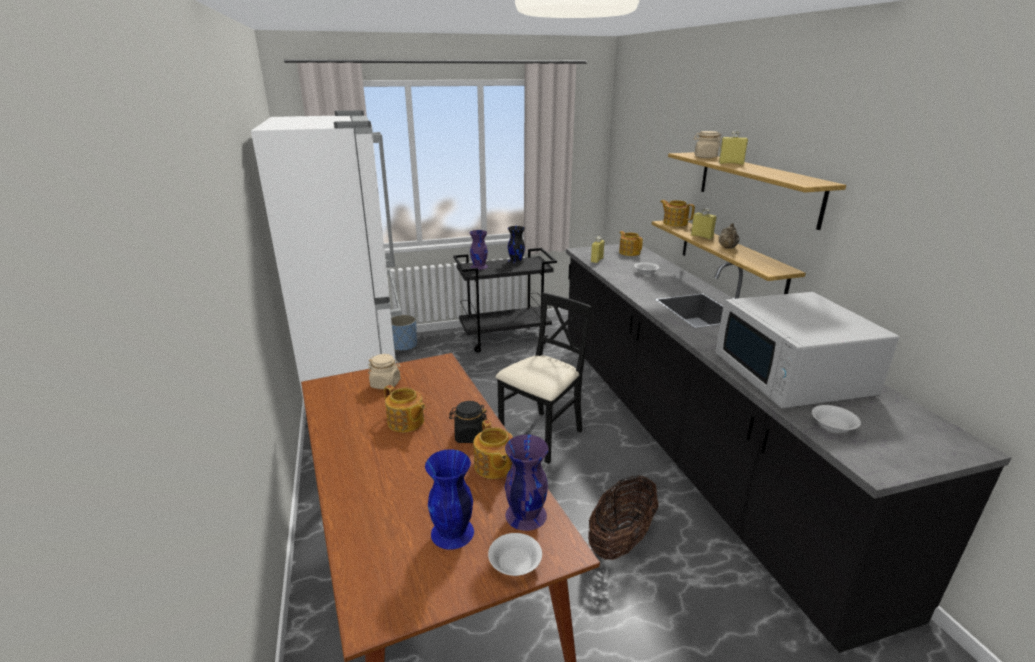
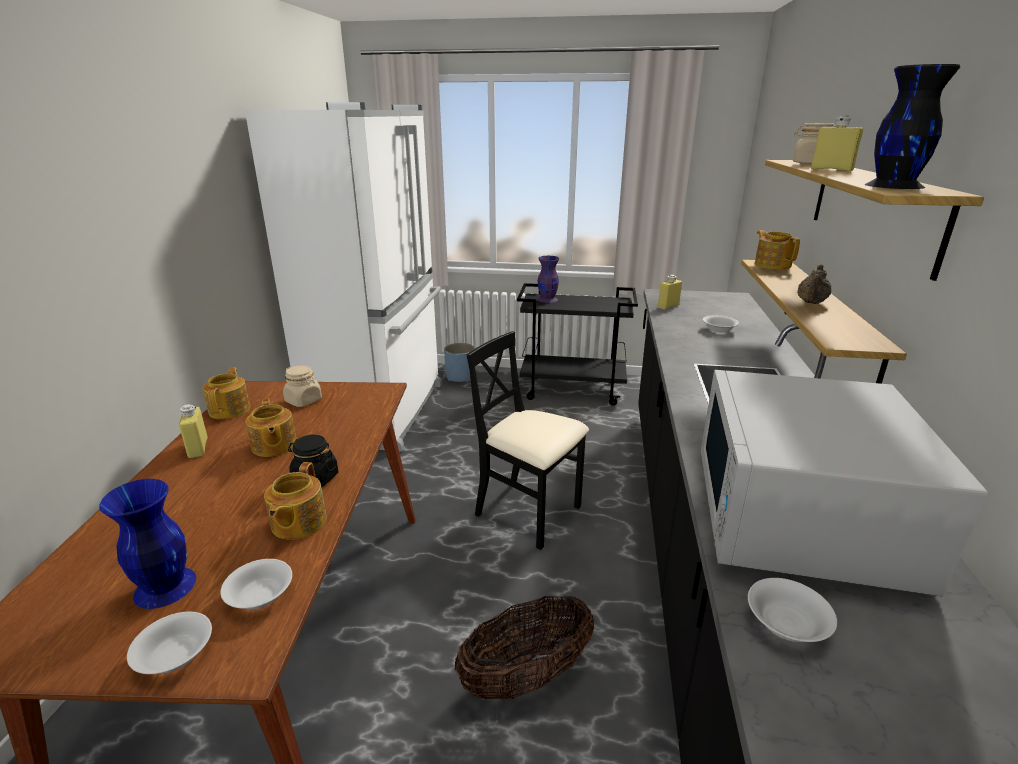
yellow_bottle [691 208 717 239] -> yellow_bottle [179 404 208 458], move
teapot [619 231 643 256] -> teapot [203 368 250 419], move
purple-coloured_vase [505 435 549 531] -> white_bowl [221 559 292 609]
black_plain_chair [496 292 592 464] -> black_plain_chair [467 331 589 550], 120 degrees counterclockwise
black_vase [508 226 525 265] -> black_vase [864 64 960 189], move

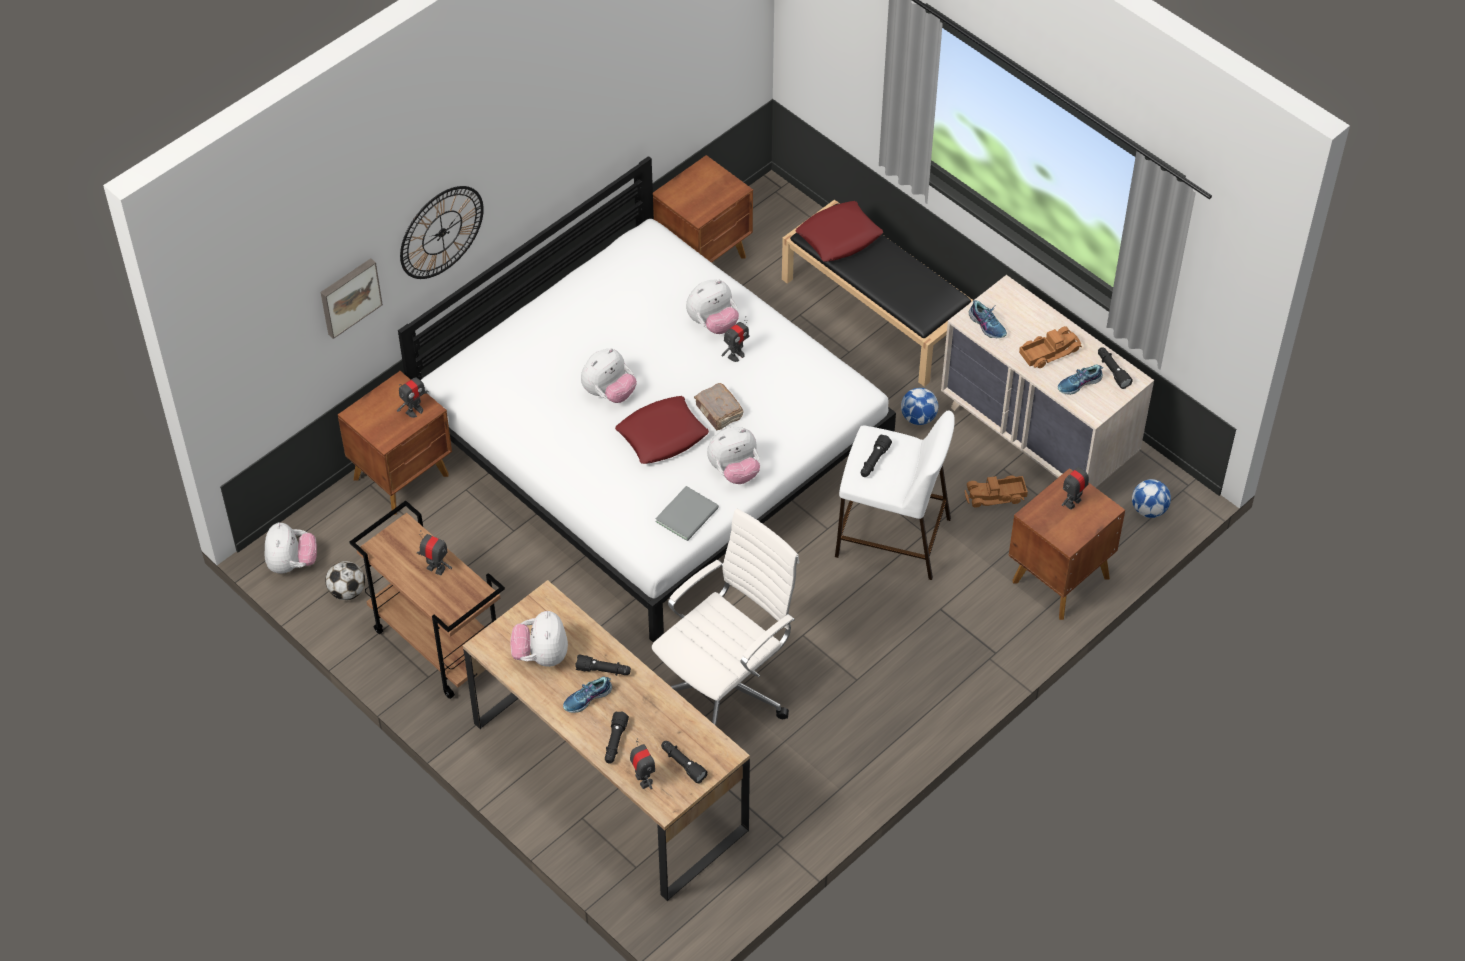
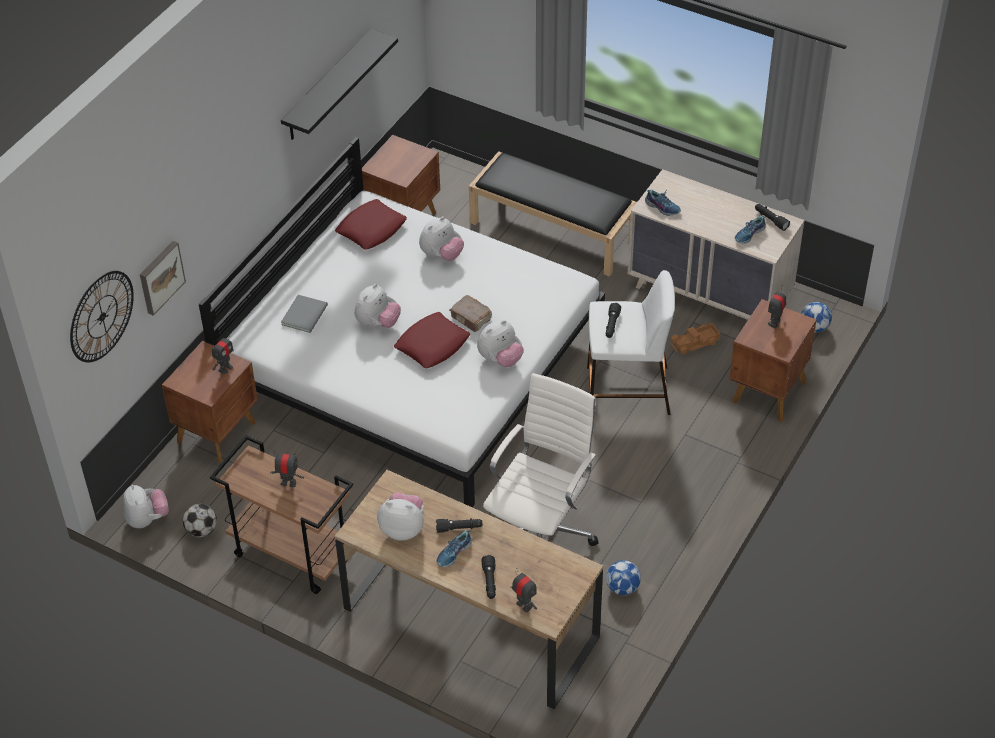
clock_on_the_wall [400 186 484 279] -> clock_on_the_wall [70 271 134 363], move
none -> black_bracket_shelf [281 29 398 140]
gray_bound_book [655 486 719 541] -> gray_bound_book [281 295 328 333], move
red-coloured_throw_pillow [796 201 883 262] -> red-coloured_throw_pillow [335 199 407 250], move
plush_toy [510 611 568 667] -> plush_toy [377 492 424 541], 120 degrees clockwise
football [901 388 938 425] -> football [606 560 641 595], move
black_flashlight [661 741 707 783] -> none
model_robot [721 316 750 362] -> none
toy_truck [1019 326 1082 368] -> none

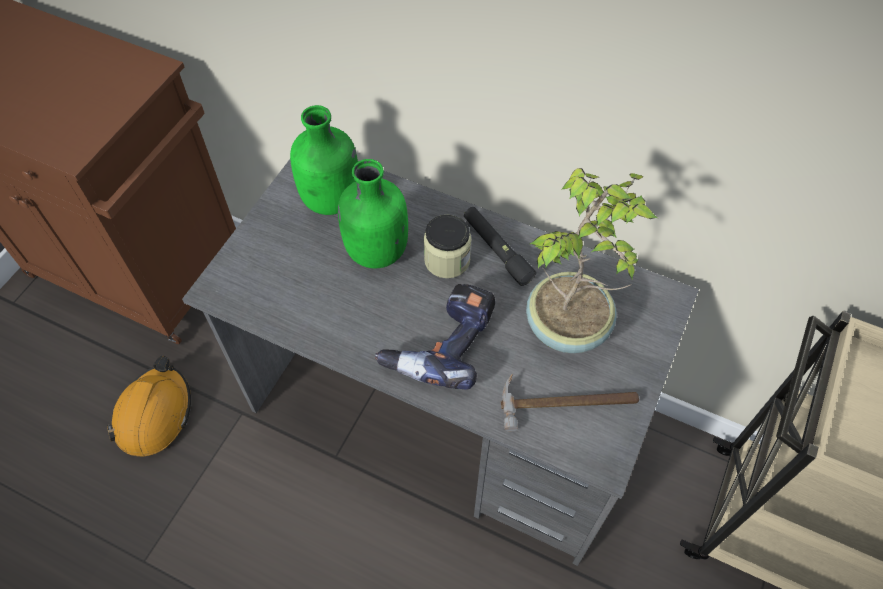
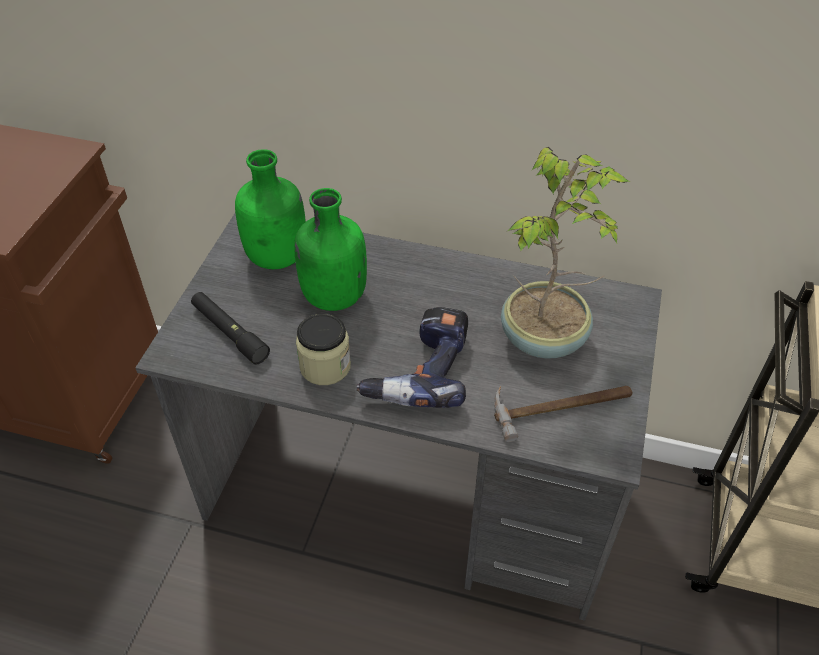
black_flashlight [464 207 536 286] -> black_flashlight [191 292 270 364], move
preserve_jar [424 215 471 278] -> preserve_jar [296 314 351 385], move
orangey_work_helmet [107 356 191 457] -> none

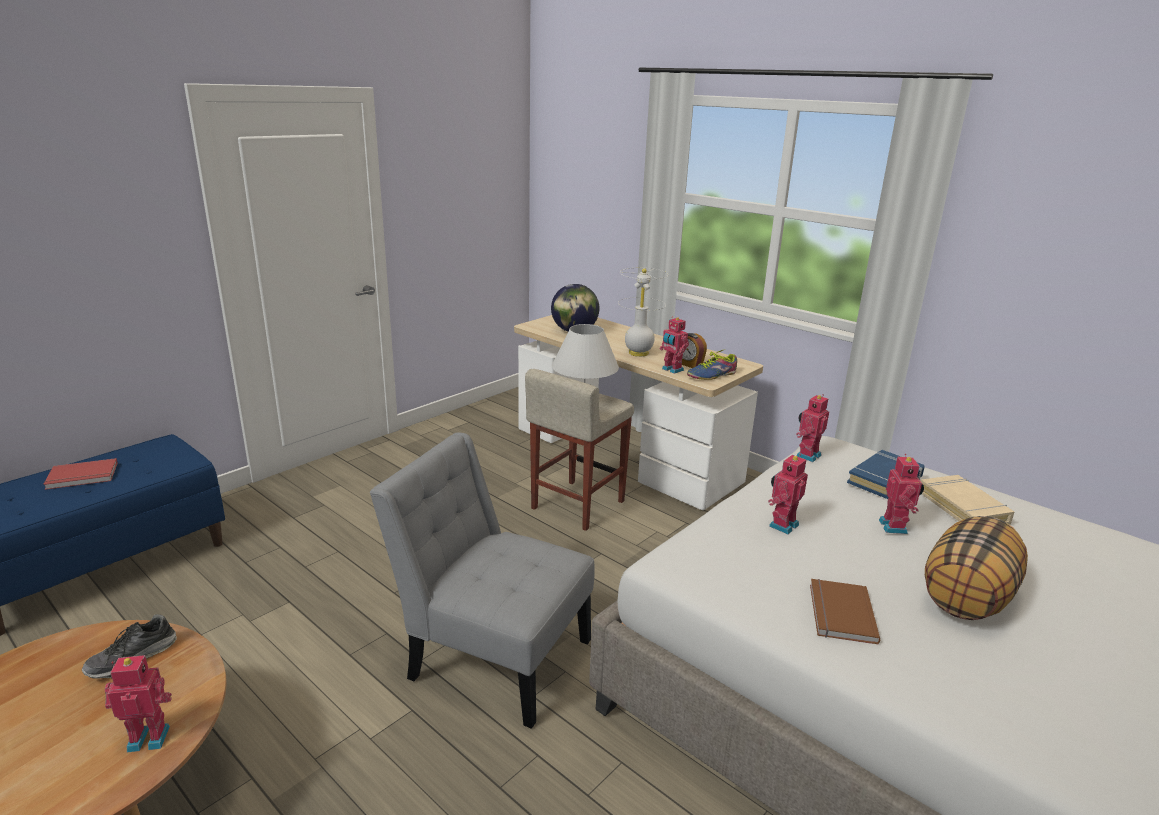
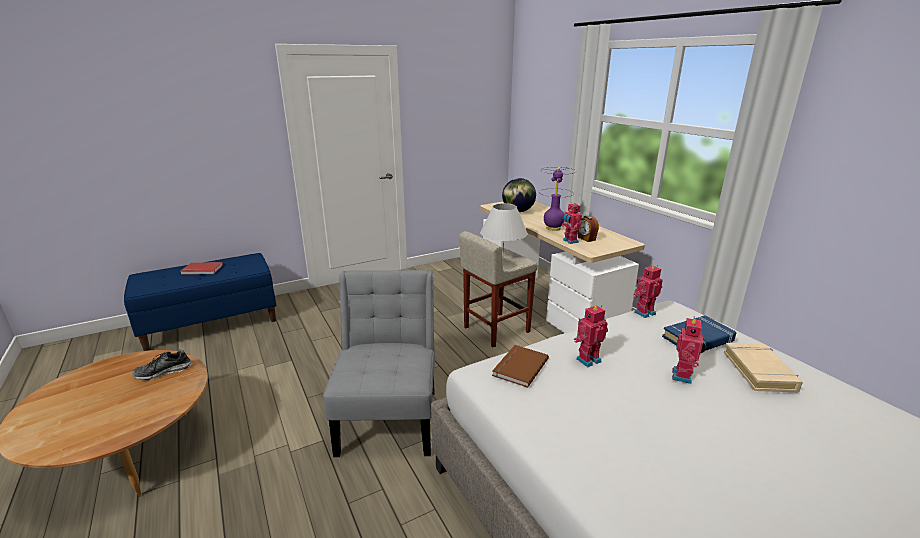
gray_plain_chair [370 433 595 729] -> gray_plain_chair [323 270 435 457], 45 degrees clockwise
brown_bound_book [810 579 880 645] -> brown_bound_book [492 345 549 388], move
white_lamp_for_a_table [618 268 668 357] -> purple-coloured_lamp_for_a_table [539 167 576 231]
model_robot [105 655 172 752] -> none
shoe [687 349 737 380] -> none
throw_pillow [925 516 1028 620] -> none

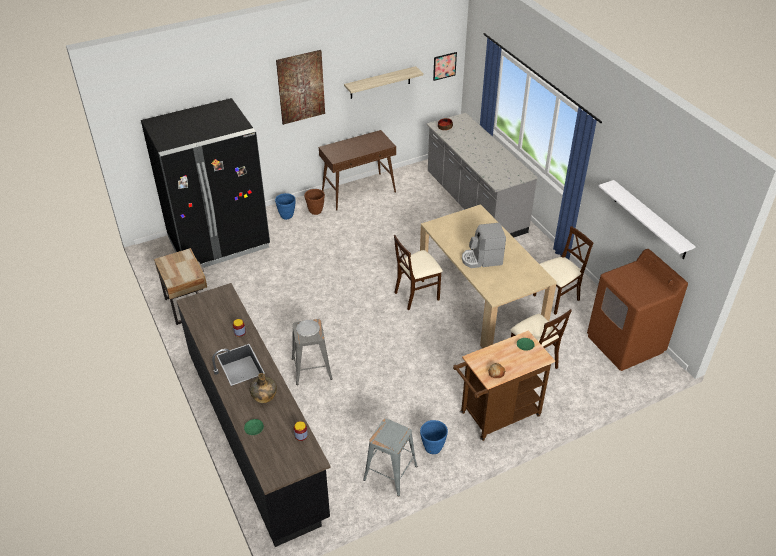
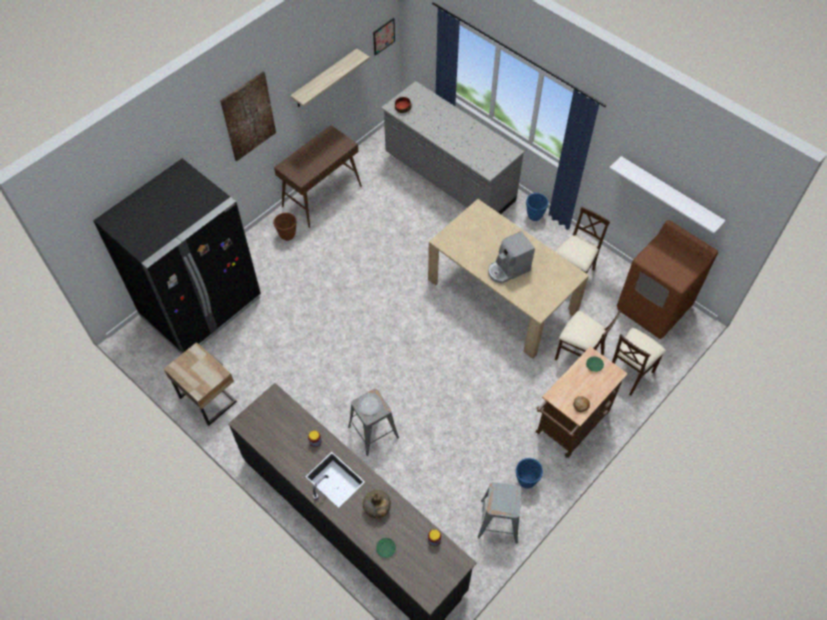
blue_planter [275 193 296 220] -> blue_planter [526 193 549 221], move
beige_plain_chair [394 235 443 310] -> beige_plain_chair [612 328 666 396], move

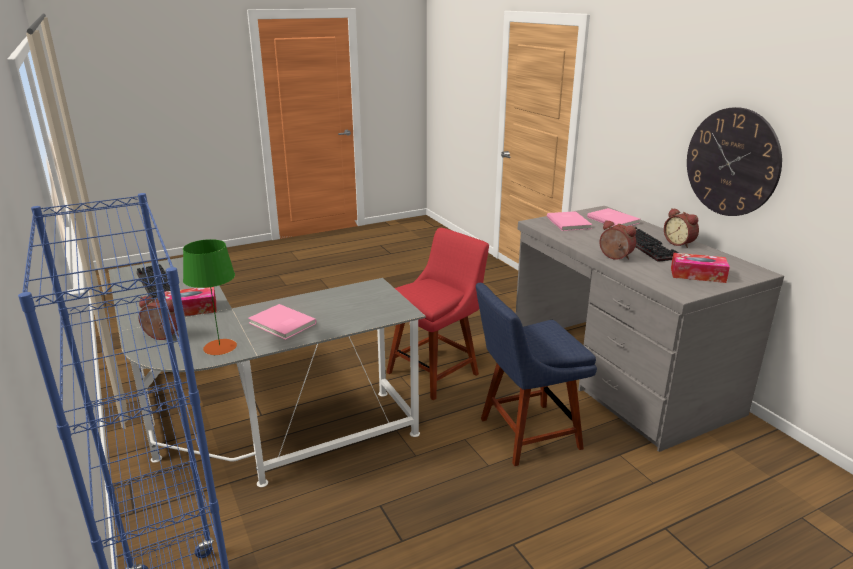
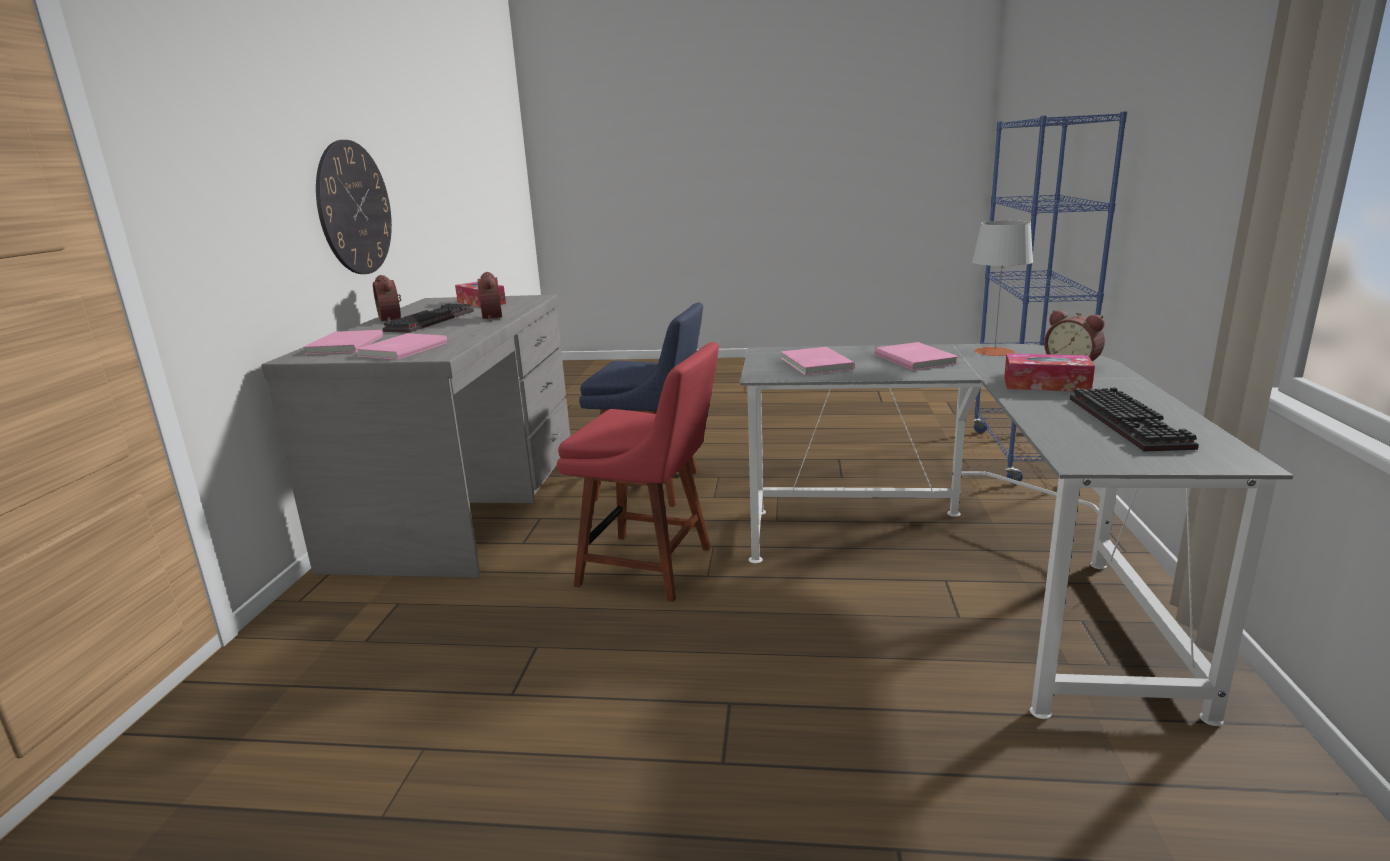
bedside_clock [664 208 699 248] -> bedside_clock [373 275 401 323], 150 degrees clockwise
red-coloured_plain_chair [386 228 489 400] -> red-coloured_plain_chair [557 342 719 602], 150 degrees counterclockwise
none -> pink-coloured_bound_book [781 347 855 375]
green_lamp_for_a_table [183 239 237 355] -> gray_lamp_for_a_table [972 221 1033 356]

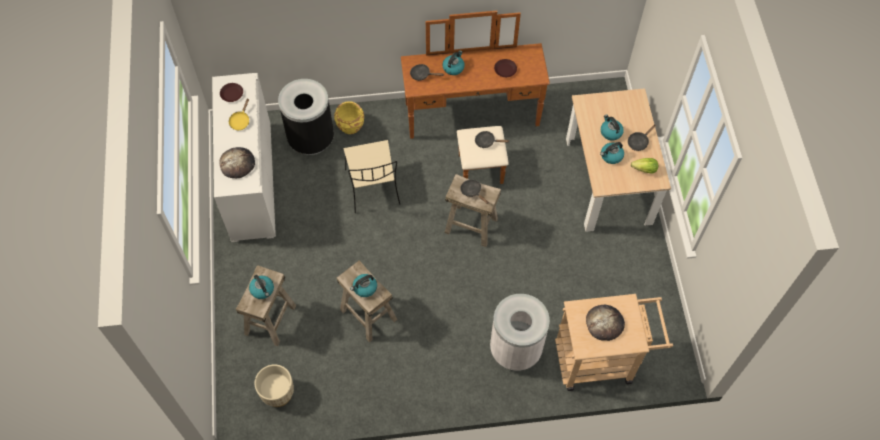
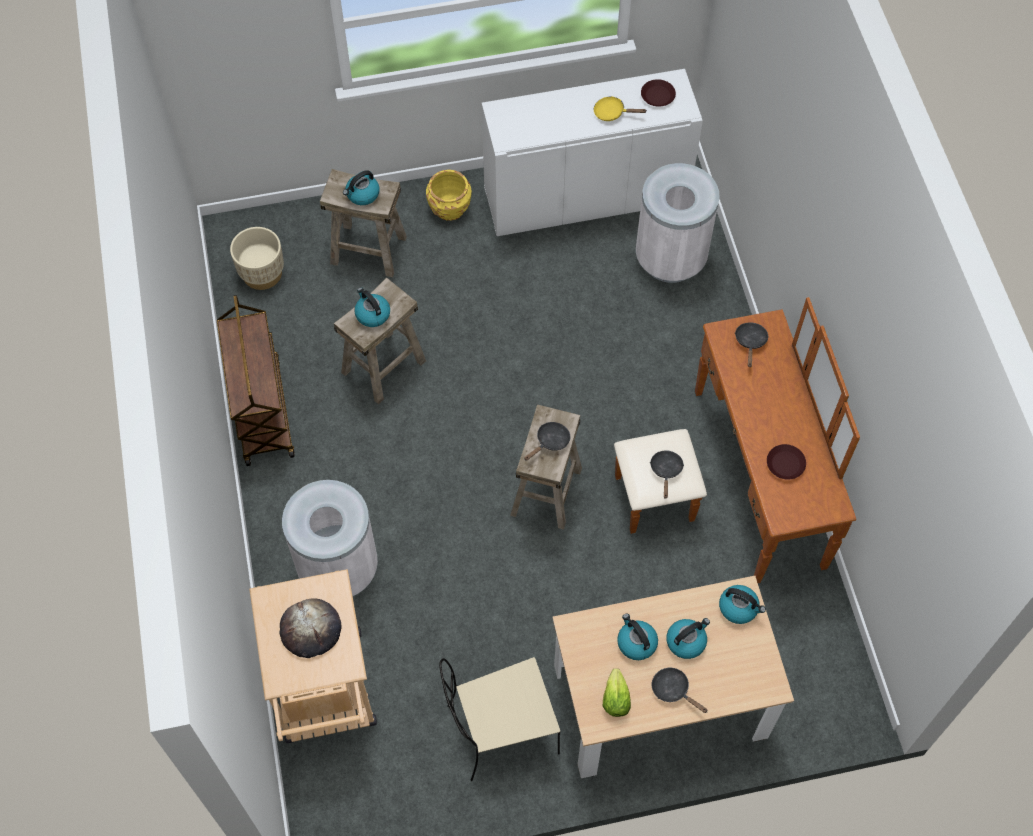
none -> brown_trolley [217 295 295 466]
yellow_planter [334 101 364 134] -> yellow_planter [426 170 472 221], move
beige_plain_chair [343 140 400 213] -> beige_plain_chair [439 657 560 781], move
black_rubbish_bin [278 79 334 155] -> white_rubbish_bin [636 163 720 283]
water_kettle [442 50 465 75] -> water_kettle [719 585 766 624], move
bakery_bread [219 147 255 178] -> none

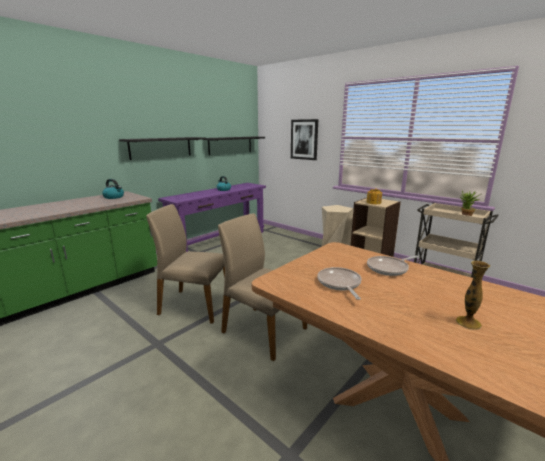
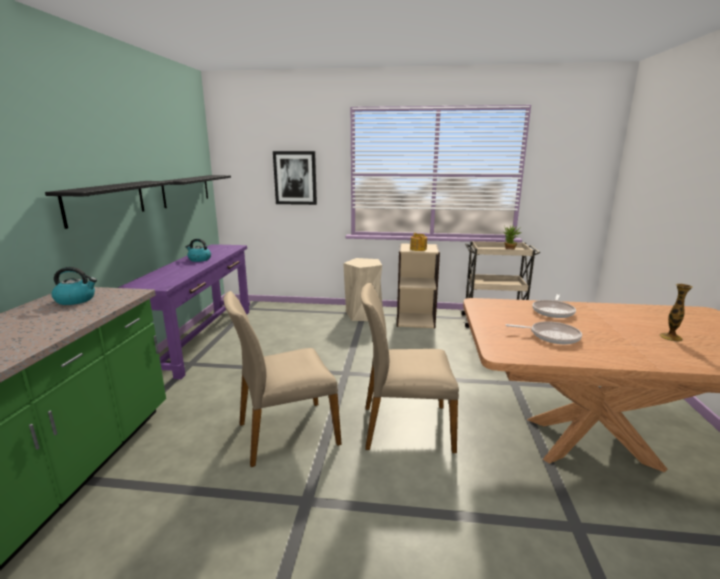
pan [317 267 362 300] -> pan [506 321 582 344], 150 degrees clockwise

